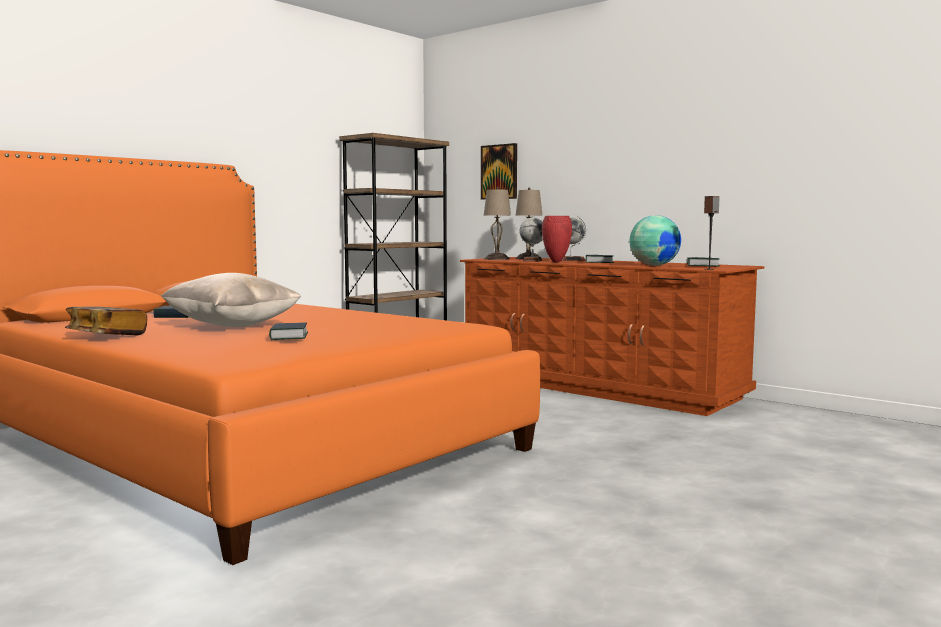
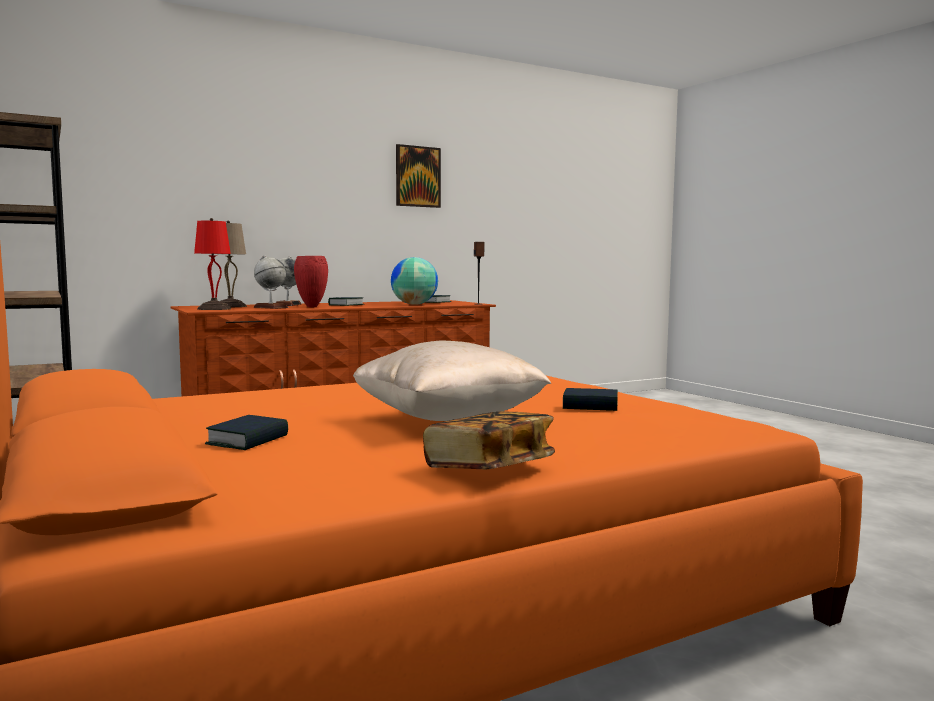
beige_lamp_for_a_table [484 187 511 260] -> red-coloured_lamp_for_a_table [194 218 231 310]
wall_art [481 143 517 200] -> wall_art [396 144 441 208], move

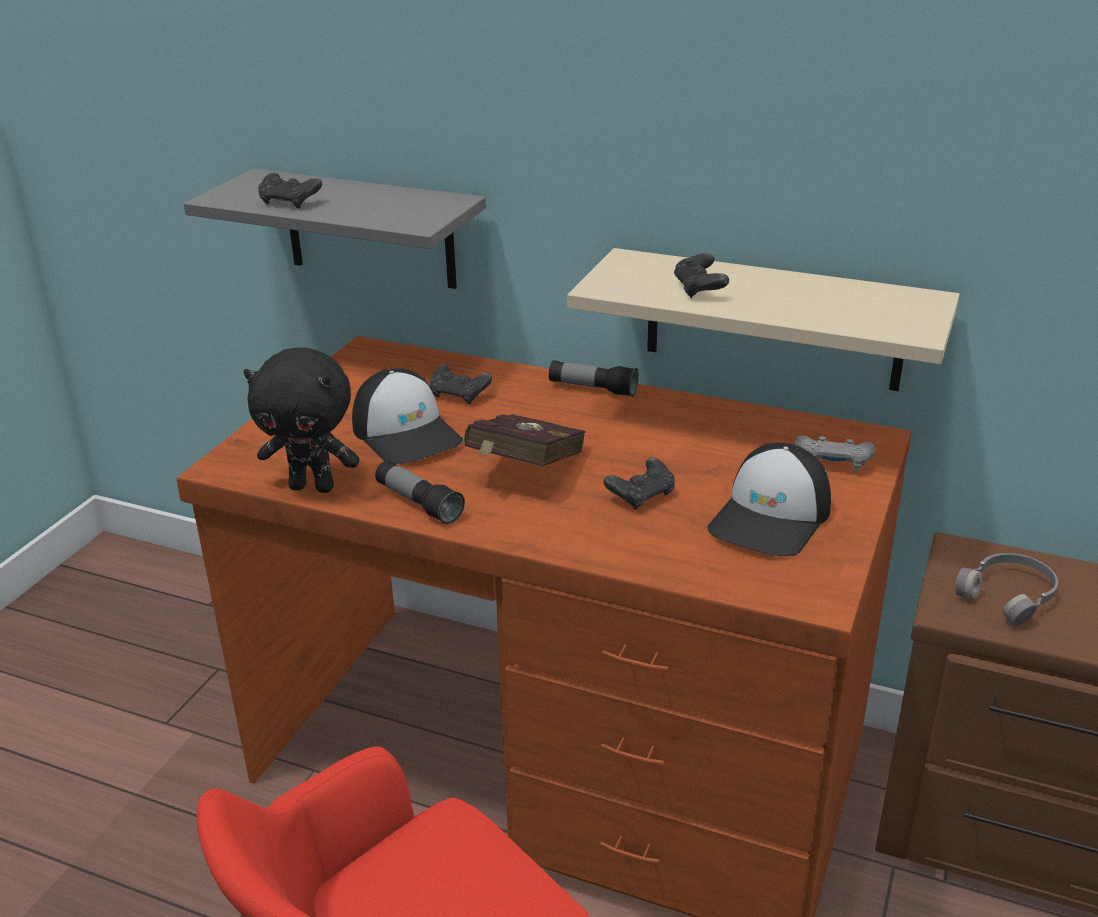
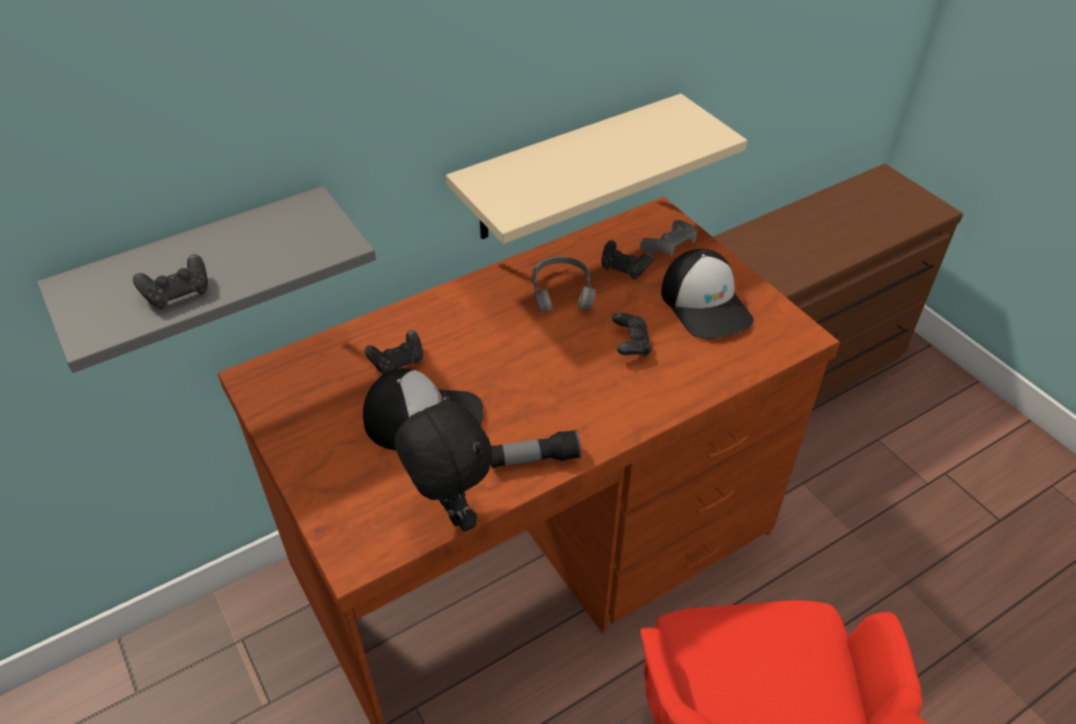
black_plush_toy [244 347 360 493] -> black_plush_toy [395 391 492 531], 75 degrees counterclockwise
gray_pair_of_headphones [955 553 1058 626] -> gray_pair_of_headphones [532 256 596 313], move
black_joypad [674 253 729 298] -> black_joypad [601 240 654 279], move
red-coloured_bound_book [464 414 585 466] -> none
flashlight [549 360 639 397] -> none

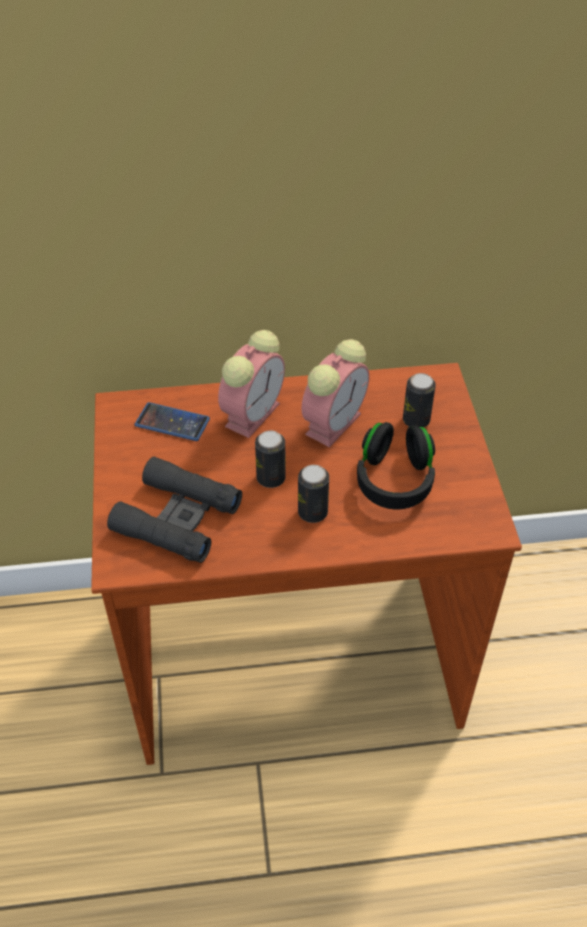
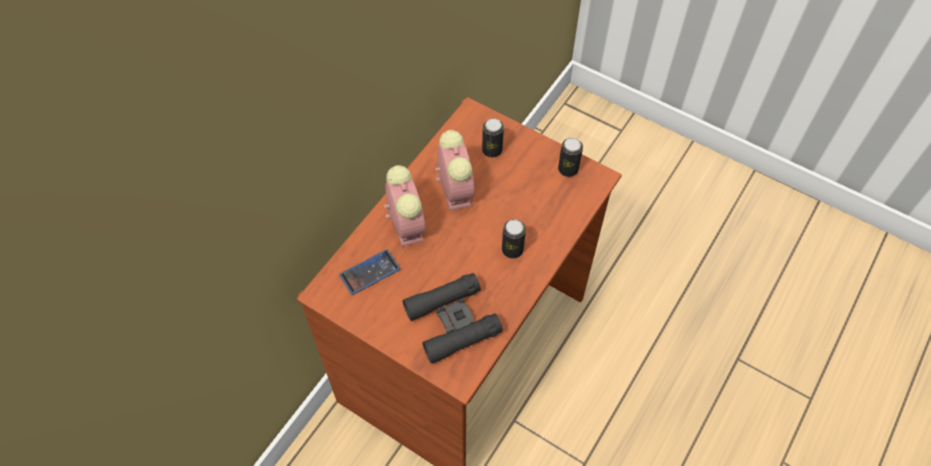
metal_can [255 430 286 488] -> metal_can [558 138 583 177], move
black_pair_of_headphones [357 422 435 509] -> none

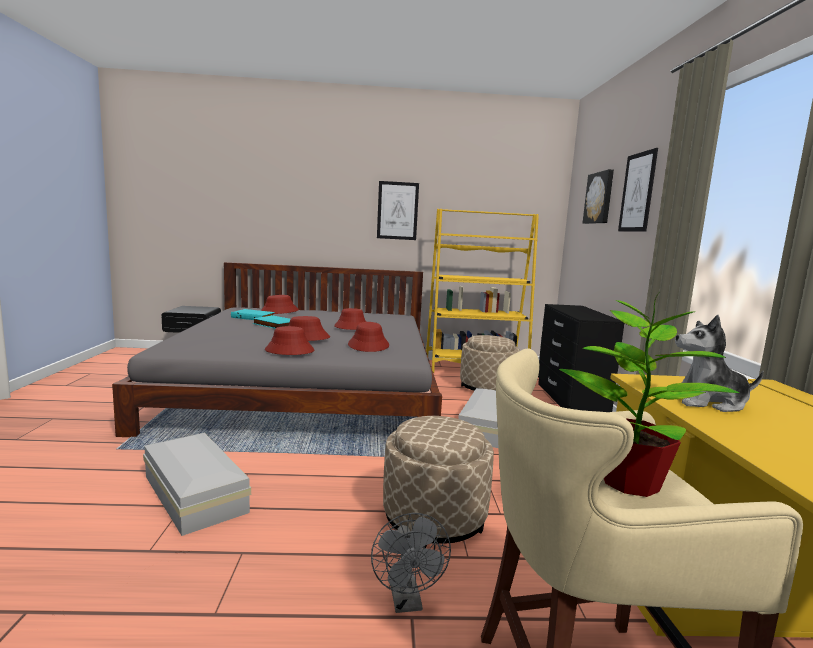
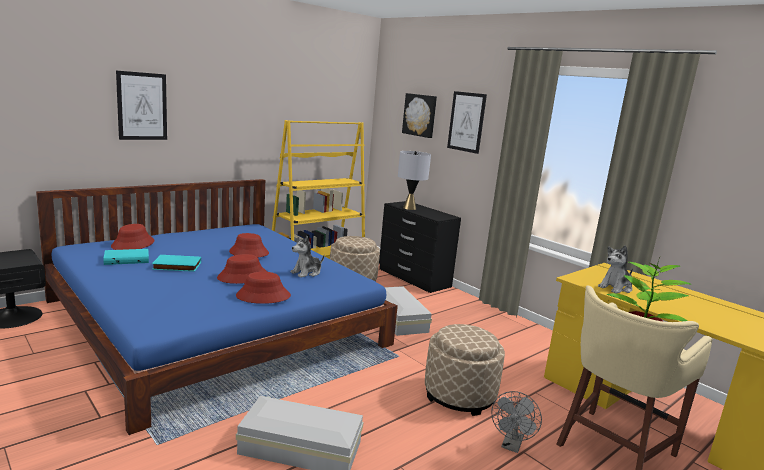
gray_bed [112 262 442 437] -> blue_bed [36 179 398 435]
wall_art [377 181 419 240] -> wall_art [116 71 167 140], move
red-coloured_hat [348 322 389 352] -> plush_toy [290 236 324 278]
none -> gray_lamp_for_a_table [398 151 431 210]
gray_fan [371 513 451 613] -> gray_fan [491 391 542 453], 75 degrees clockwise

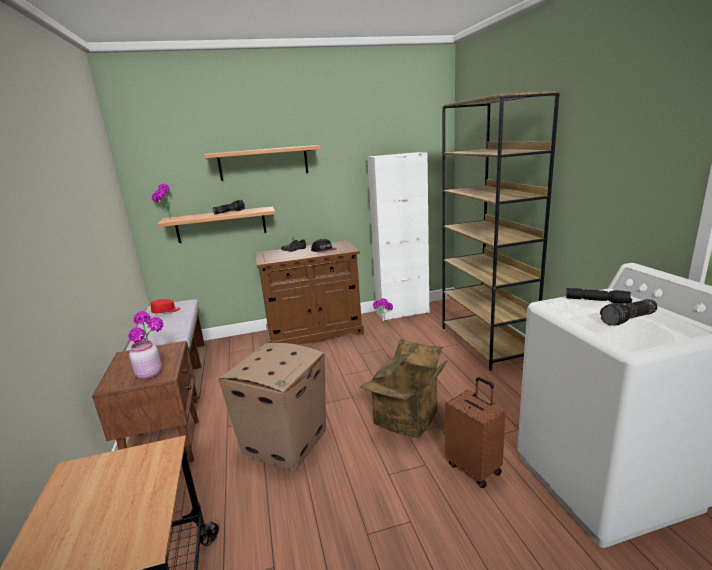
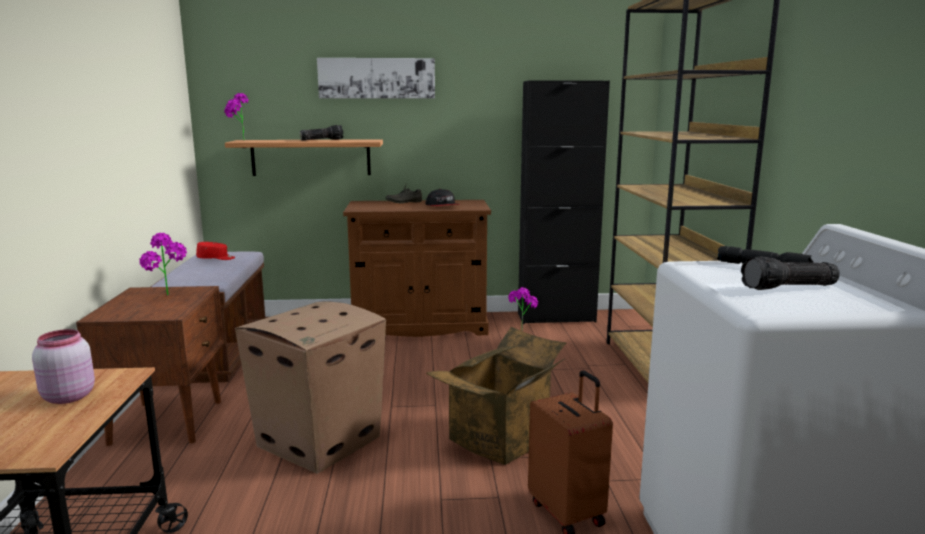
pink-coloured_preserve_jar [129 340 162 379] -> pink-coloured_preserve_jar [32 329 95 404], move
bracket_shelf [204 145 321 181] -> wall_art [317 58 435 98]
white_cabinet [367 152 429 321] -> black_cabinet [518 80 610 324]

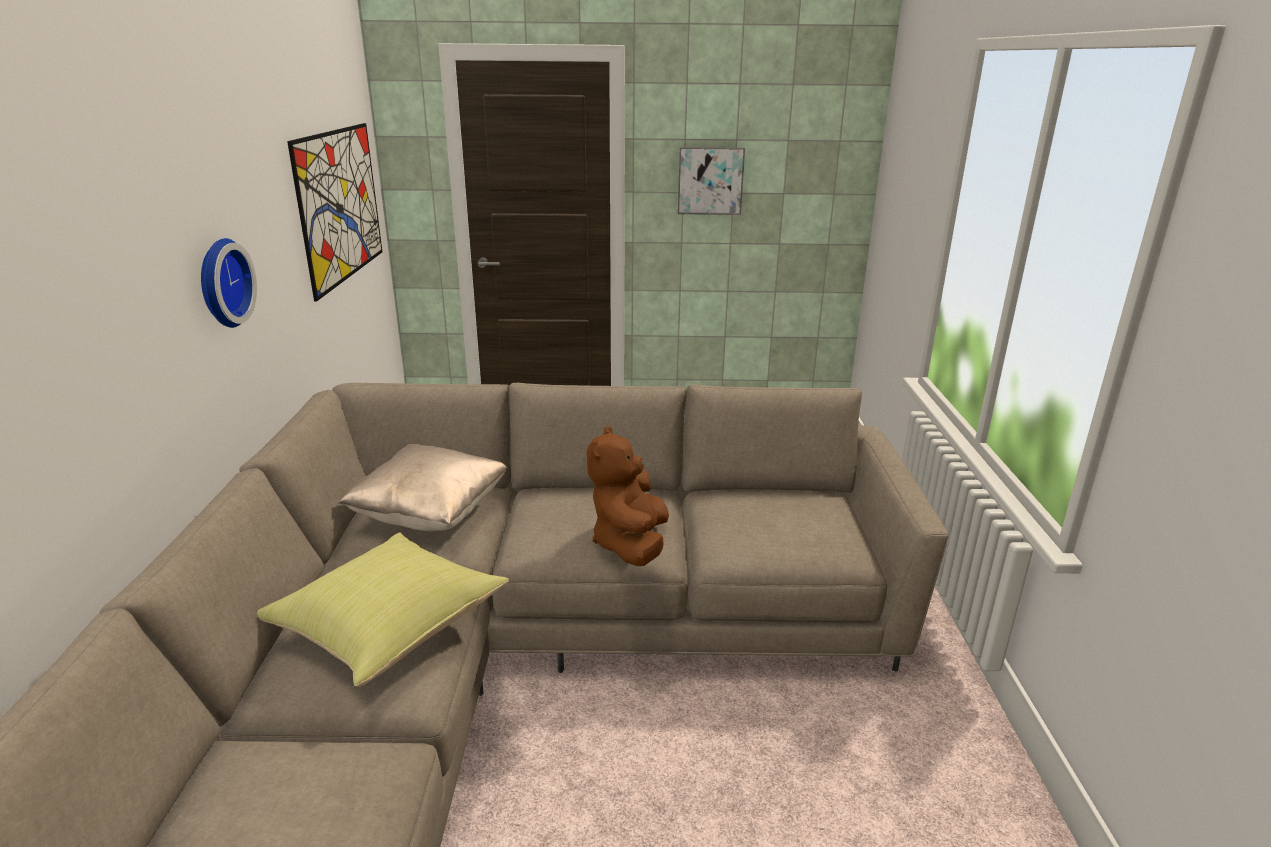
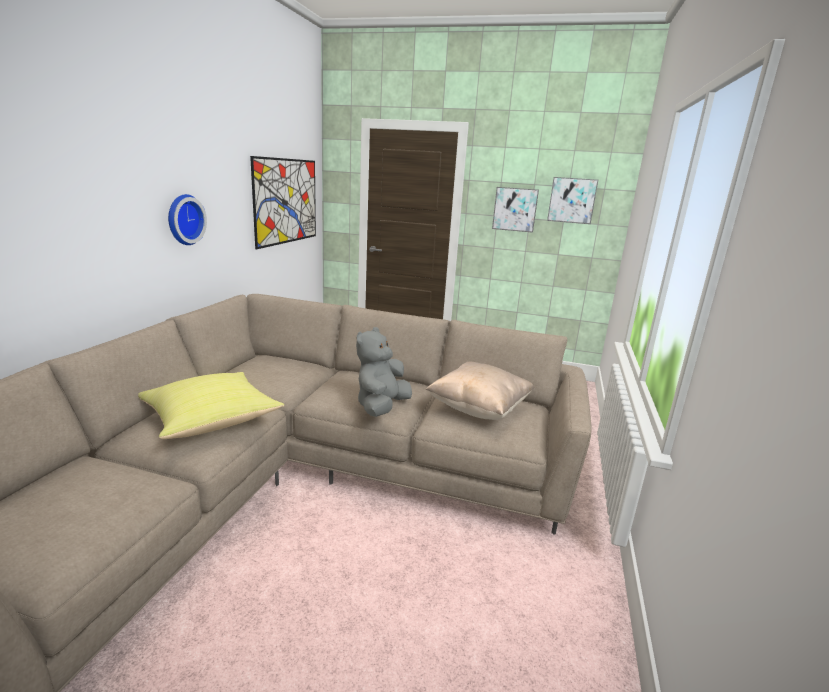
brown_plush_toy [587 426 669 566] -> gray_plush_toy [356 327 412 417]
beige_throw_pillow [338 444 507 531] -> beige_throw_pillow [425 362 535 420], move
none -> wall_art [547 177 598 224]

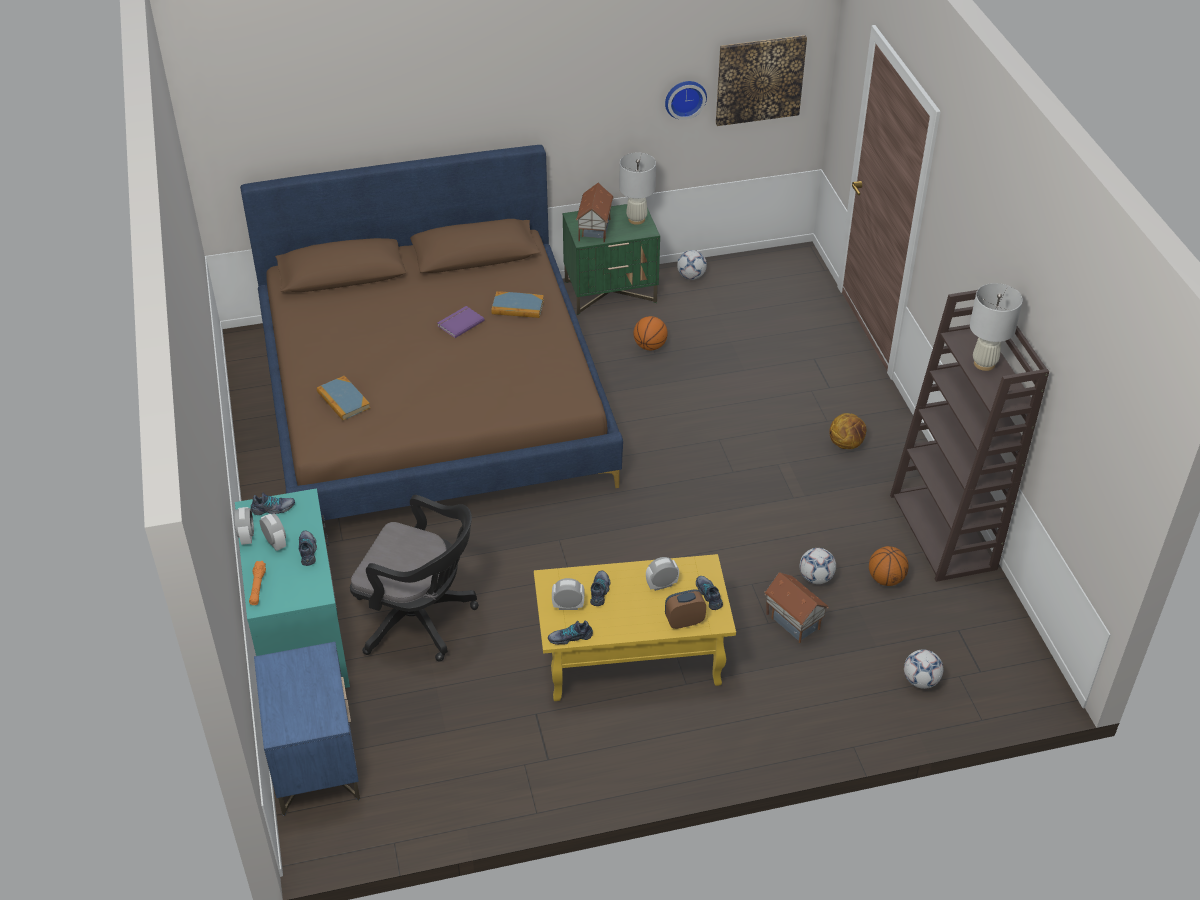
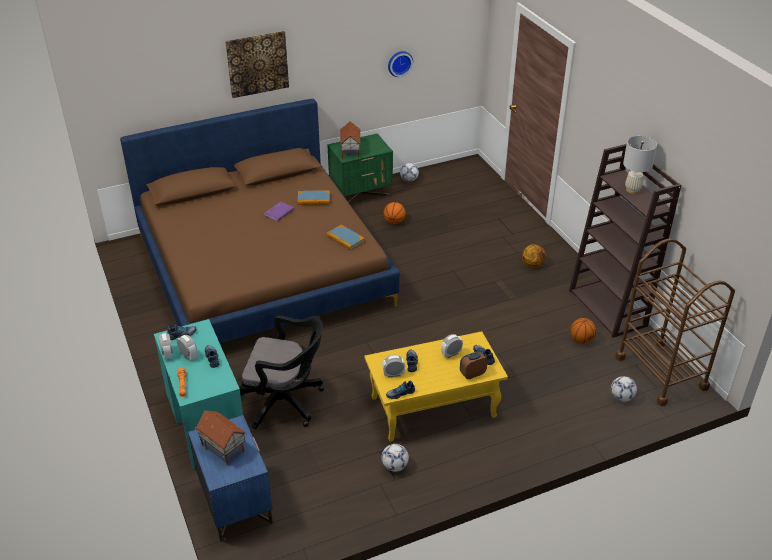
model_house [764 572 829 643] -> model_house [195 410 247 465], move
wall_art [716 35 807 126] -> wall_art [225 31 289 98], move
bound_book [317 376 370 420] -> bound_book [327 225 365 250], move
football [800 548 836 584] -> football [381 444 409 472], move
none -> brown_trolley [615 238 735 406]
white_lamp_for_a_table [619 152 656 225] -> none

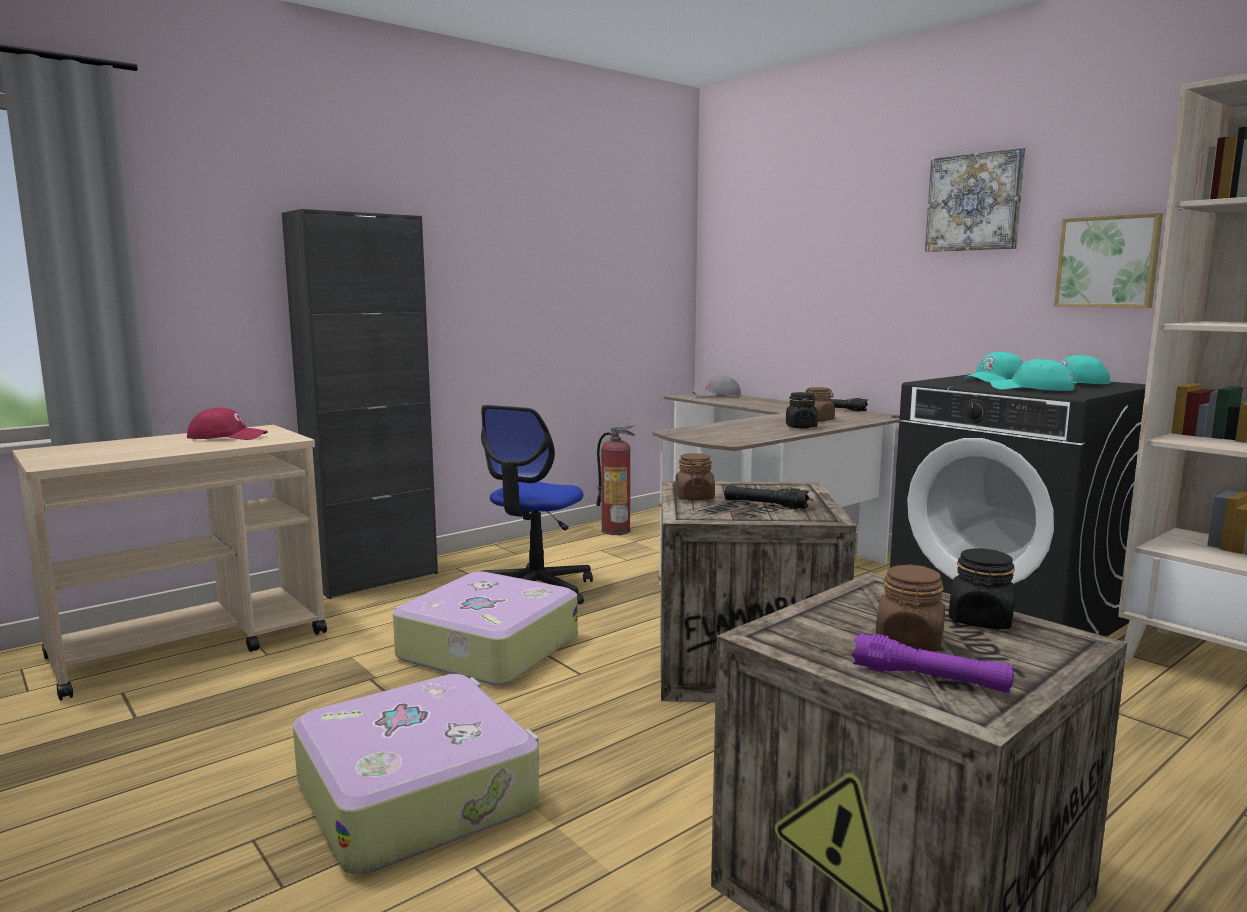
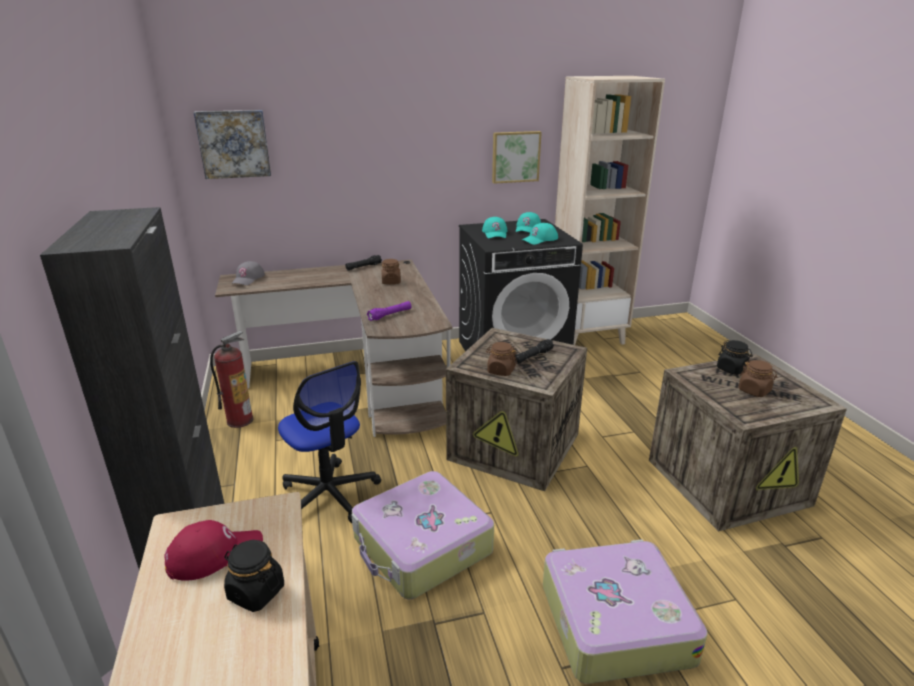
red-coloured_peaked_cap [187 408 268 440] -> red-coloured_peaked_cap [164 520 263 581], 45 degrees clockwise
wall_art [925 147 1025 252] -> wall_art [194 110 271 179], move
black_preserve_jar [786 392 818 428] -> black_preserve_jar [224 540 284 612], move
purple-coloured_flashlight [852 633 1014 693] -> purple-coloured_flashlight [367 301 412 321], move

